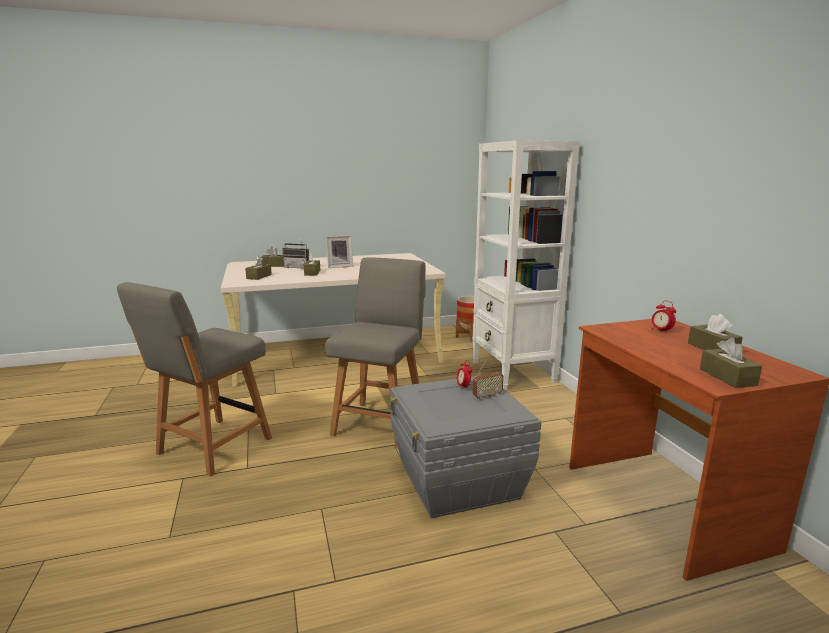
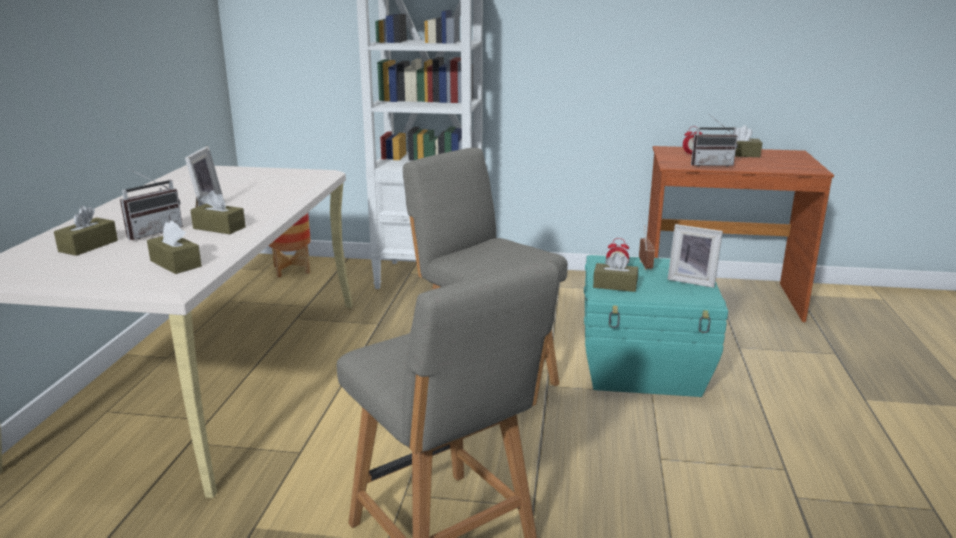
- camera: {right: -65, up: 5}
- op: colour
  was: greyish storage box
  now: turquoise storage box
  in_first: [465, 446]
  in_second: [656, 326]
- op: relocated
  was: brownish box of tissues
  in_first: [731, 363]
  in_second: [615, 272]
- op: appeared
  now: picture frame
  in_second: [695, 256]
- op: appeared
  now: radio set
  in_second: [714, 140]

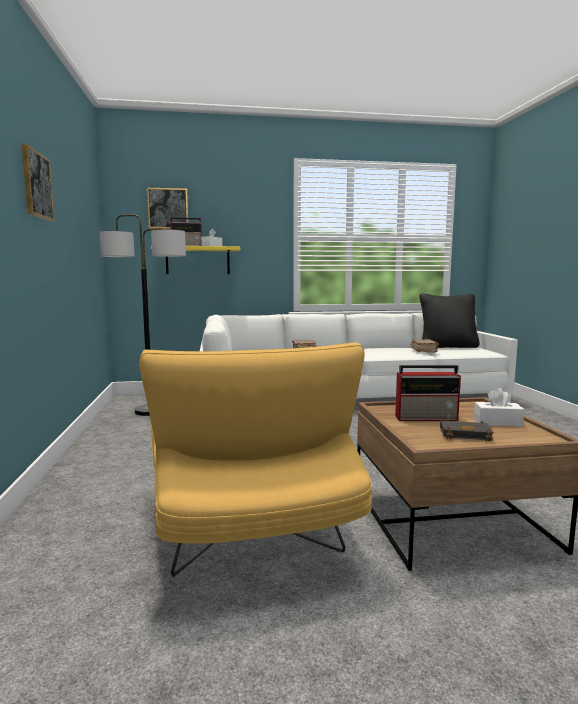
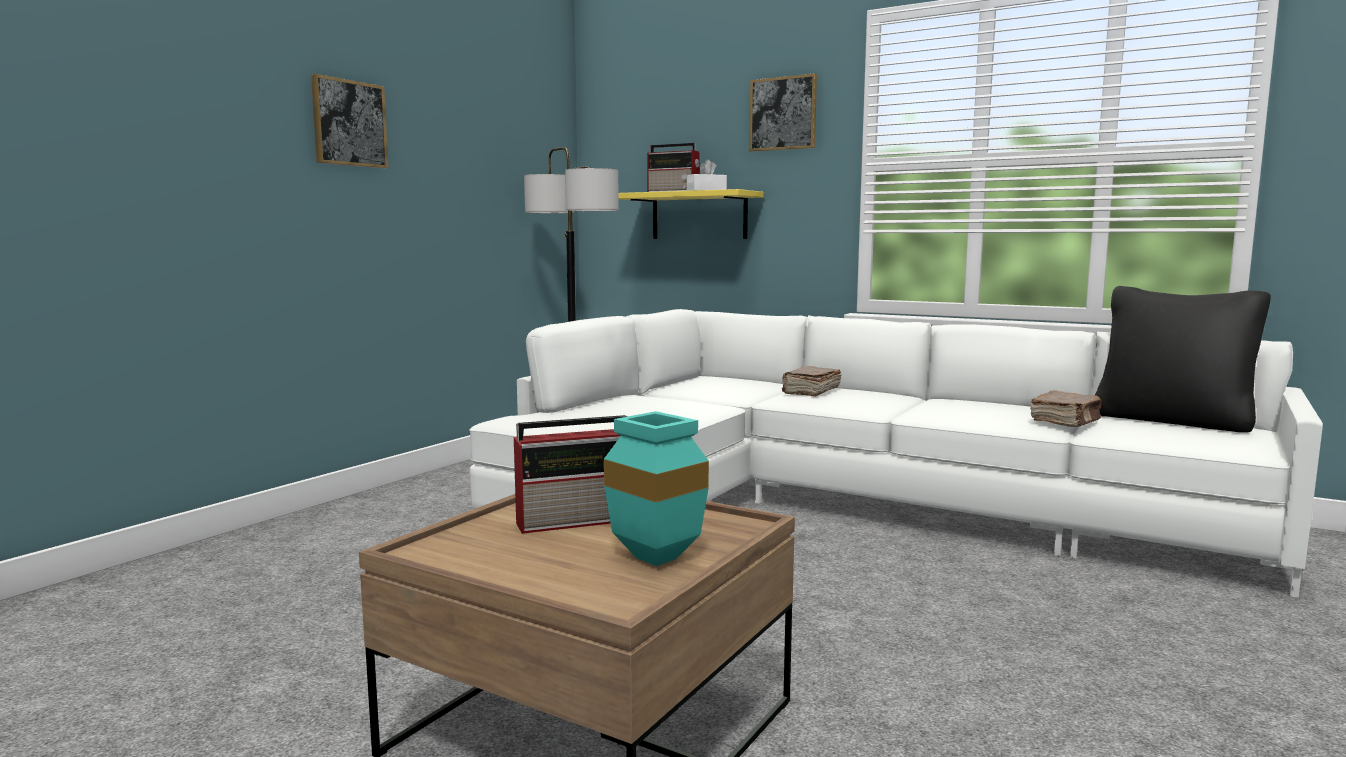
- camera: {right: 40, up: 0}
- op: missing
  was: yellow lounge chair
  in_first: [256, 459]
- op: relocated
  was: wall picture
  in_first: [167, 208]
  in_second: [783, 112]
- op: spun
  was: radio set
  in_first: [428, 393]
  in_second: [571, 474]
  clockwise: -60
- op: missing
  was: blackish volume
  in_first: [467, 429]
- op: exchanged
  was: white box of tissues
  now: turquoise decorative vase
  in_first: [499, 407]
  in_second: [656, 488]

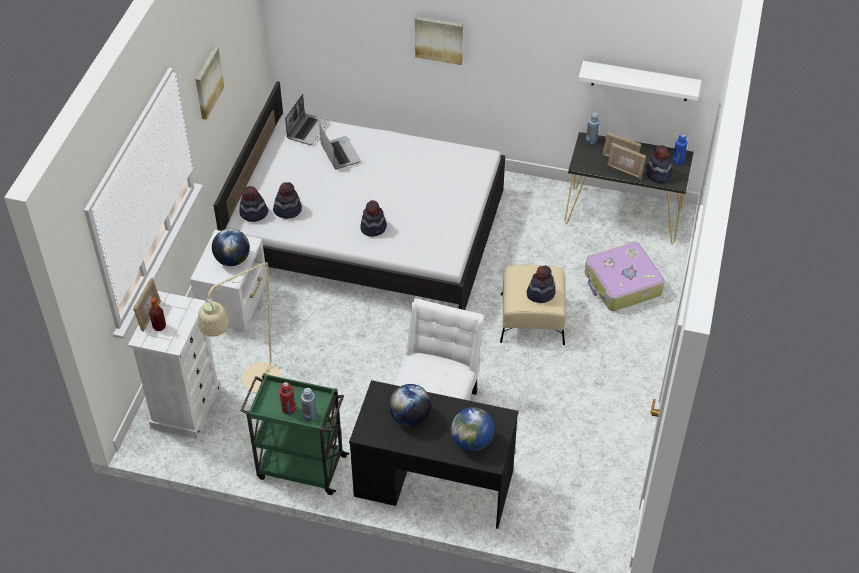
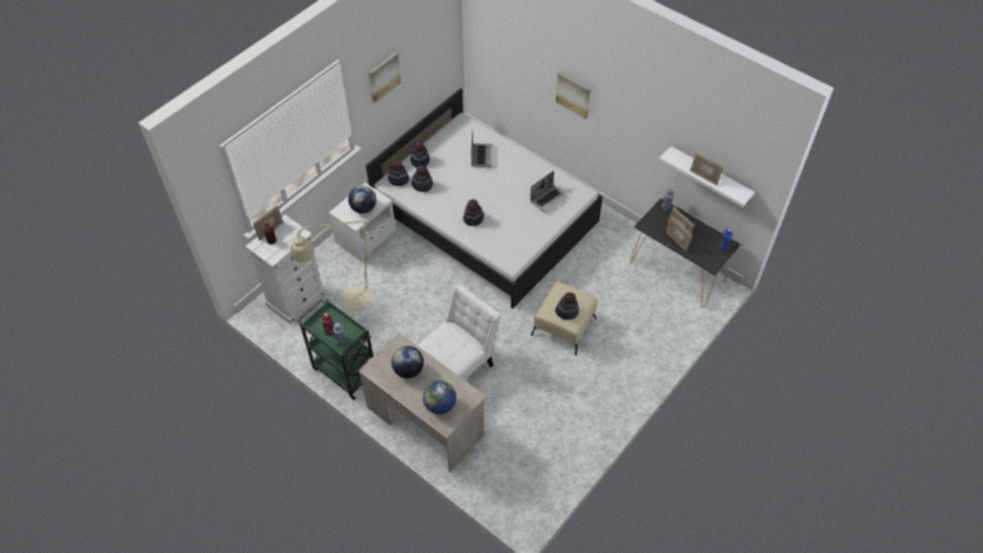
- camera: {right: 25, up: 5}
- op: relocated
  was: notebook computer
  in_first: [307, 119]
  in_second: [549, 192]
- op: colour
  was: blackish desk table
  now: beige-coloured desk table
  in_first: [434, 454]
  in_second: [422, 402]
- op: missing
  was: travel case
  in_first: [625, 276]
- op: relocated
  was: wearable hat
  in_first: [659, 164]
  in_second: [420, 154]
- op: appeared
  now: picture frame
  in_second: [707, 168]

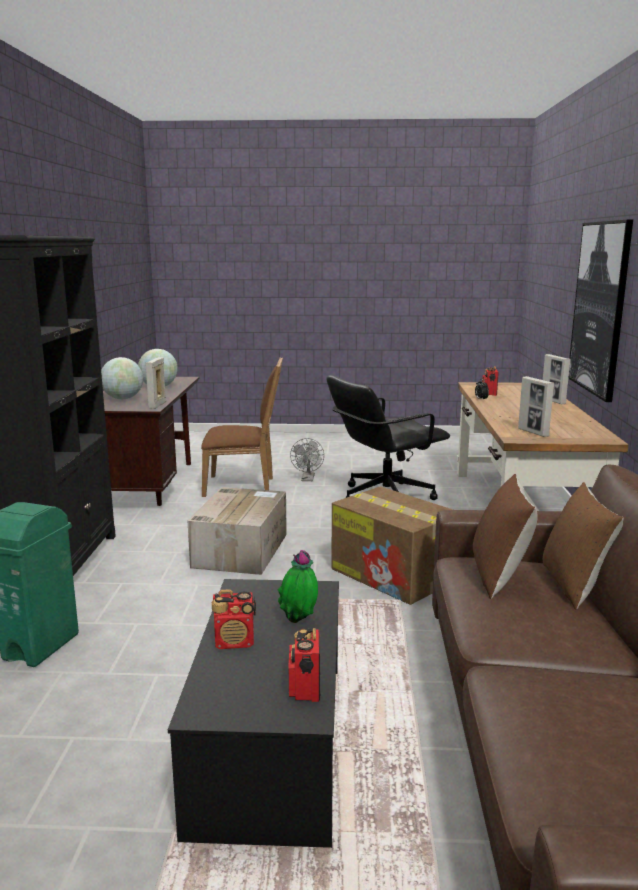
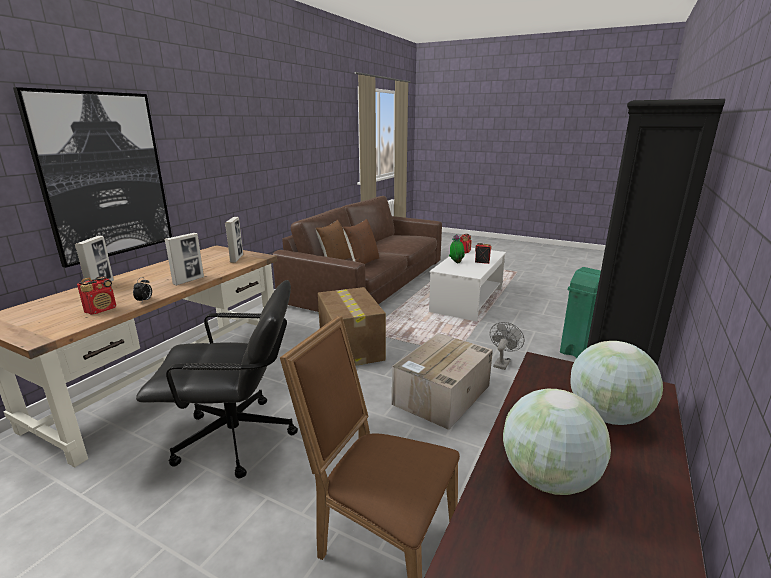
- camera: {right: -155, up: 5}
- op: relocated
  was: picture frame
  in_first: [155, 383]
  in_second: [184, 259]
- op: colour
  was: blackish lounge table
  now: white lounge table
  in_first: [253, 713]
  in_second: [467, 284]
- op: relocated
  was: greyish electric fan
  in_first: [307, 459]
  in_second: [507, 346]

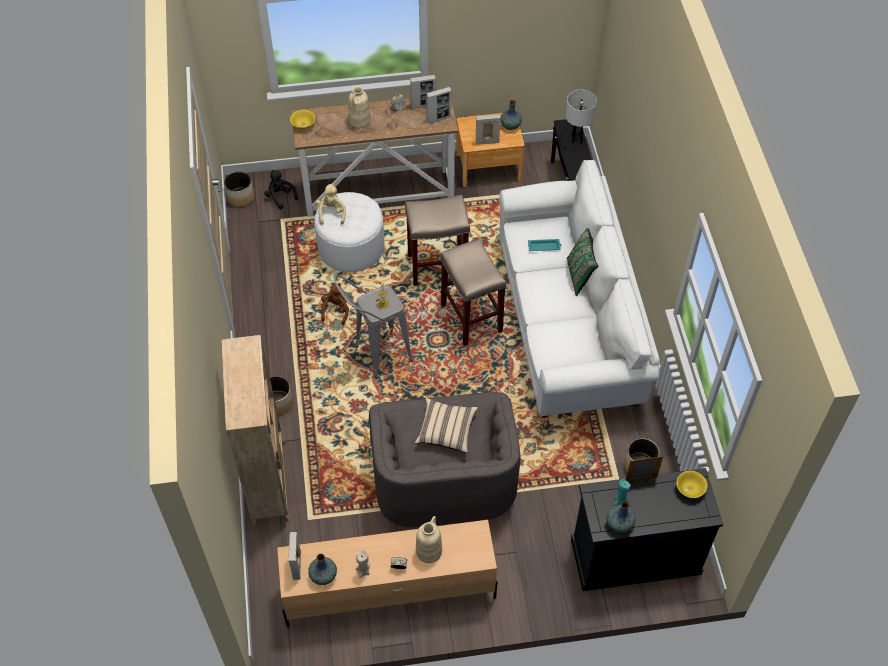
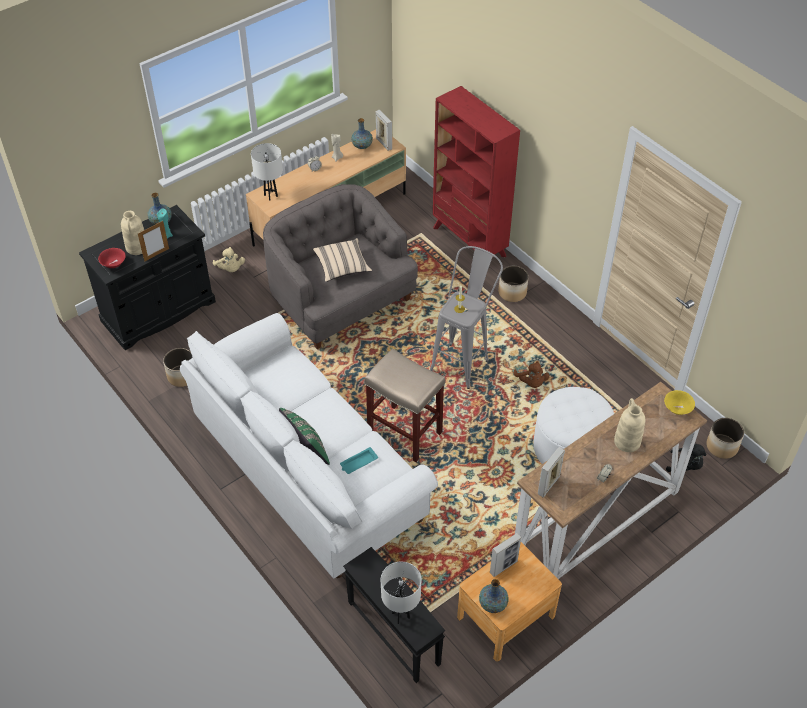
- camera: {right: 150, up: -5}
- op: colour
  was: beige-coloured shelving unit
  now: red shelving unit
  in_first: [256, 430]
  in_second: [476, 171]
- op: relocated
  was: beige-coloured soft toy
  in_first: [330, 204]
  in_second: [229, 259]
- op: missing
  was: beige-coloured sitting stool
  in_first: [437, 240]
- op: missing
  was: picture frame
  in_first: [423, 91]
- op: relocated
  was: beige-coloured decorative vase
  in_first: [429, 539]
  in_second: [132, 233]
- op: colour
  was: yellow bowl
  now: red bowl
  in_first: [691, 484]
  in_second: [112, 258]
- op: appeared
  now: white table lamp
  in_second: [267, 172]

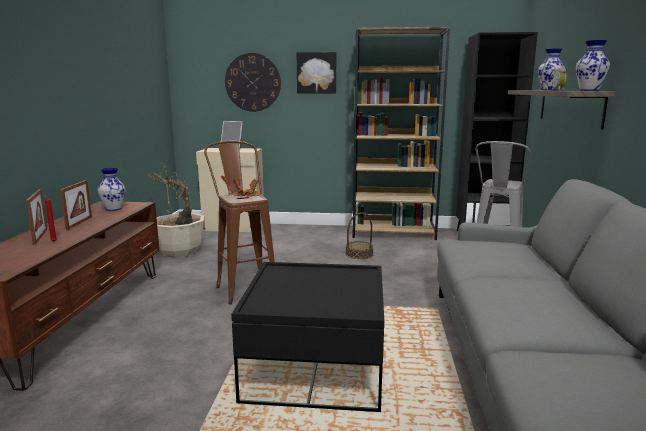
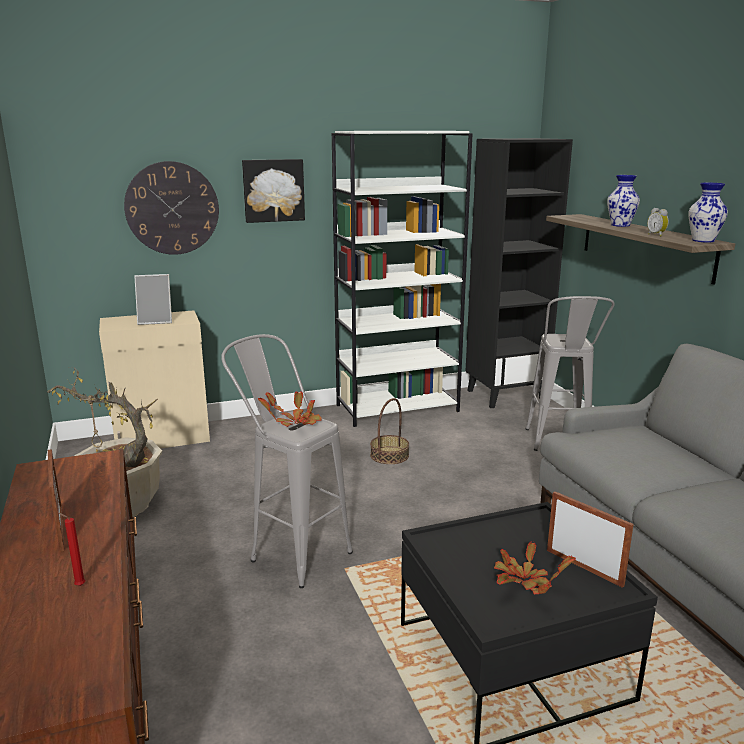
- camera: {right: -25, up: 5}
- op: relocated
  was: picture frame
  in_first: [36, 217]
  in_second: [590, 539]
- op: missing
  was: decorative vase
  in_first: [111, 189]
- op: colour
  was: brownish sitting stool
  now: greyish sitting stool
  in_first: [239, 223]
  in_second: [287, 461]
- op: colour
  was: brownish shelving unit
  now: white shelving unit
  in_first: [401, 133]
  in_second: [402, 279]
- op: appeared
  now: potted plant
  in_second: [535, 567]

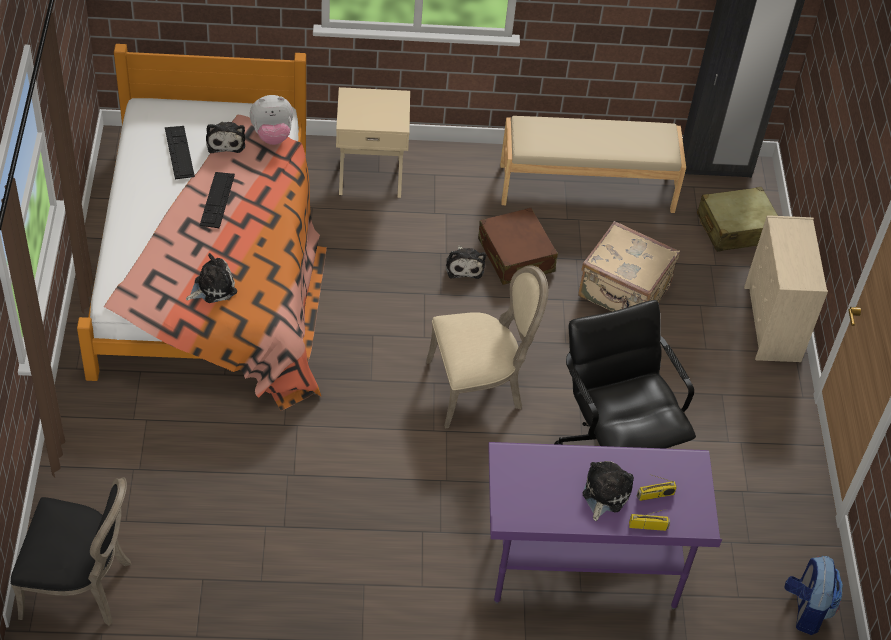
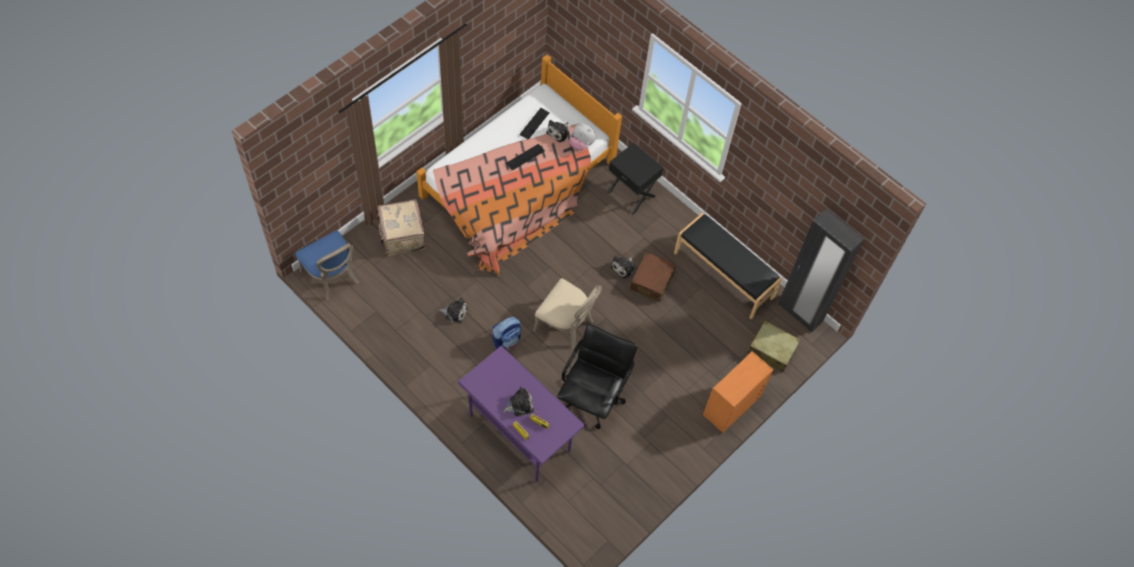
- camera: {right: 45, up: 10}
- op: colour
  was: blackish chair
  now: bluish chair
  in_first: [71, 551]
  in_second: [327, 265]
- op: relocated
  was: soft toy
  in_first: [211, 278]
  in_second: [453, 310]
- op: colour
  was: beige-coloured night table
  now: blackish night table
  in_first: [373, 142]
  in_second: [636, 179]
- op: colour
  was: beige-coloured bench
  now: blackish bench
  in_first: [593, 164]
  in_second: [728, 266]
- op: relocated
  was: beige-coloured travel case
  in_first: [629, 266]
  in_second: [401, 227]
- op: colour
  was: beige-coloured dresser
  now: orangey dresser
  in_first: [786, 288]
  in_second: [738, 392]
- op: relocated
  was: backpack
  in_first: [813, 595]
  in_second: [506, 333]

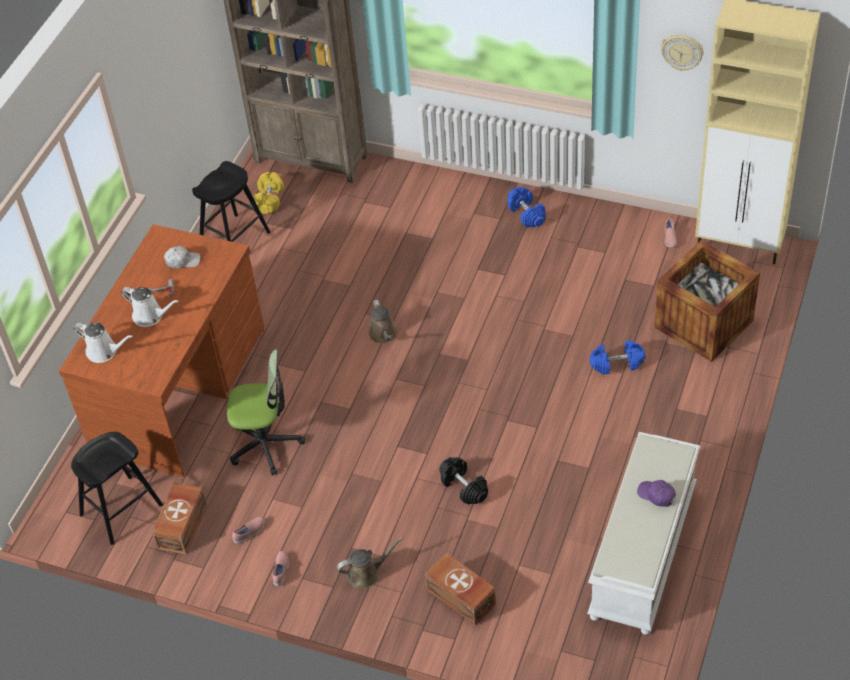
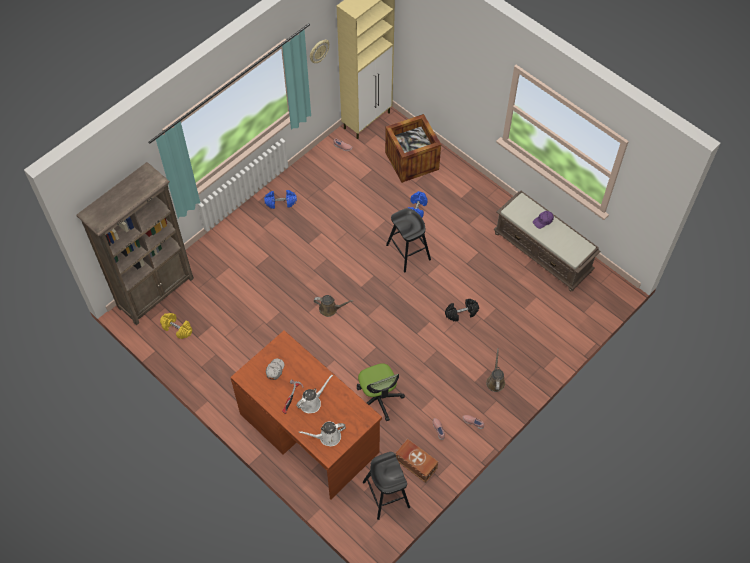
- camera: {right: -70, up: 10}
- op: spun
  was: white sprinkling can
  in_first: [103, 343]
  in_second: [322, 433]
  clockwise: -150
- op: relocated
  was: blackish sitting stool
  in_first: [231, 201]
  in_second: [408, 240]
- op: spun
  was: computer chair
  in_first: [266, 412]
  in_second: [381, 392]
  clockwise: 135
- op: missing
  was: brownish storage box
  in_first: [460, 589]
- op: colour
  was: white bench
  now: brownish bench
  in_first: [643, 533]
  in_second: [546, 241]

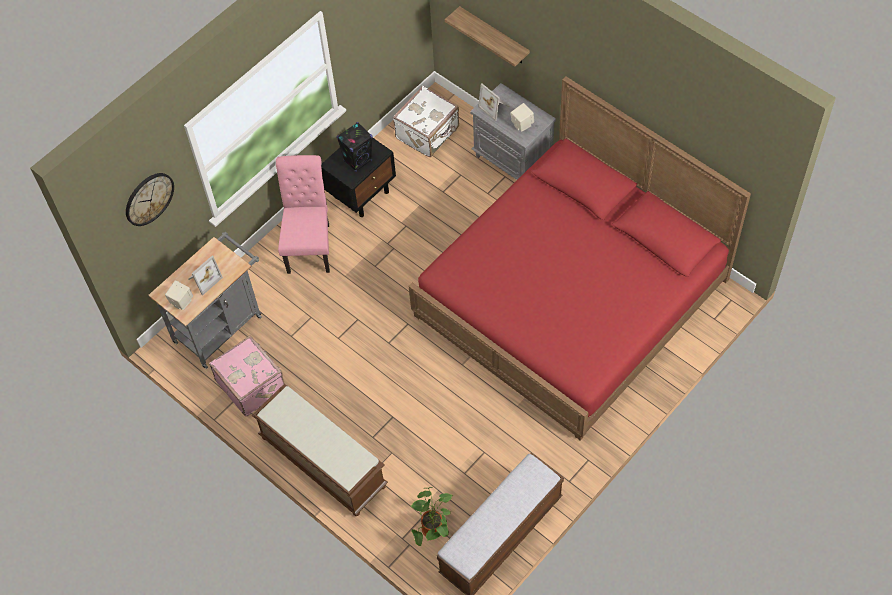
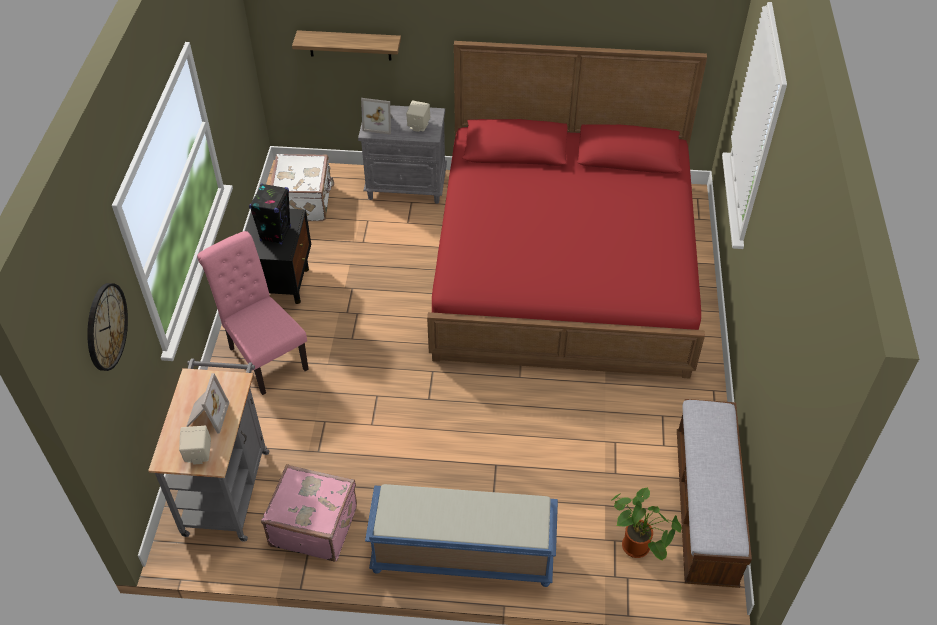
- camera: {right: -40, up: -10}
- op: colour
  was: brownish bench
  now: bluish bench
  in_first: [320, 449]
  in_second: [461, 535]

